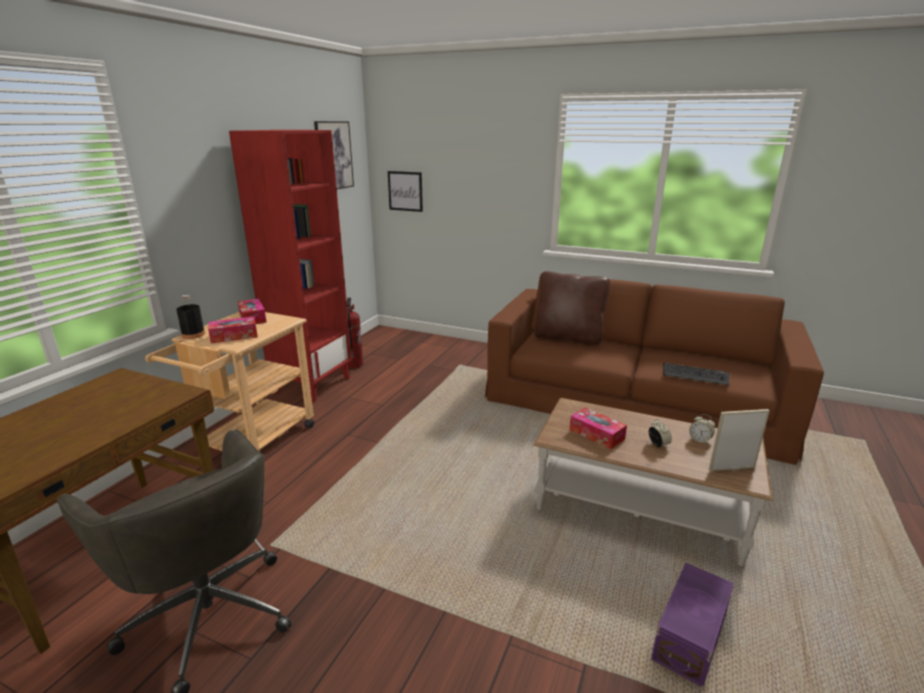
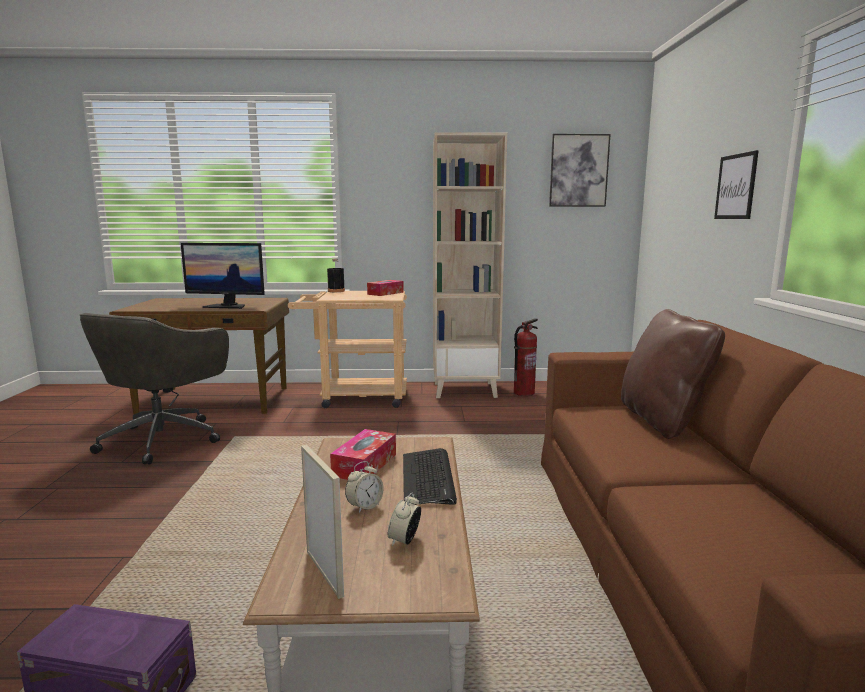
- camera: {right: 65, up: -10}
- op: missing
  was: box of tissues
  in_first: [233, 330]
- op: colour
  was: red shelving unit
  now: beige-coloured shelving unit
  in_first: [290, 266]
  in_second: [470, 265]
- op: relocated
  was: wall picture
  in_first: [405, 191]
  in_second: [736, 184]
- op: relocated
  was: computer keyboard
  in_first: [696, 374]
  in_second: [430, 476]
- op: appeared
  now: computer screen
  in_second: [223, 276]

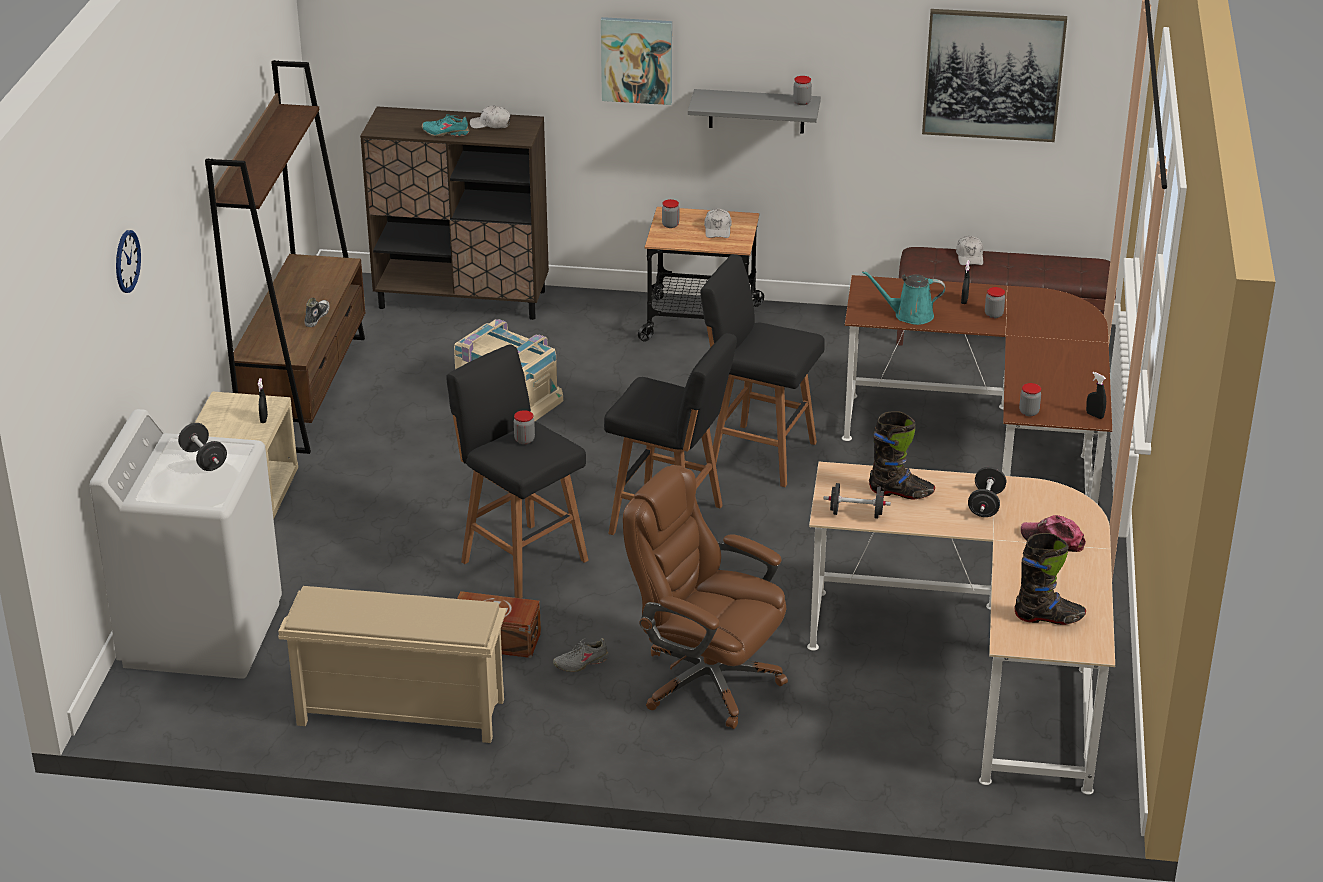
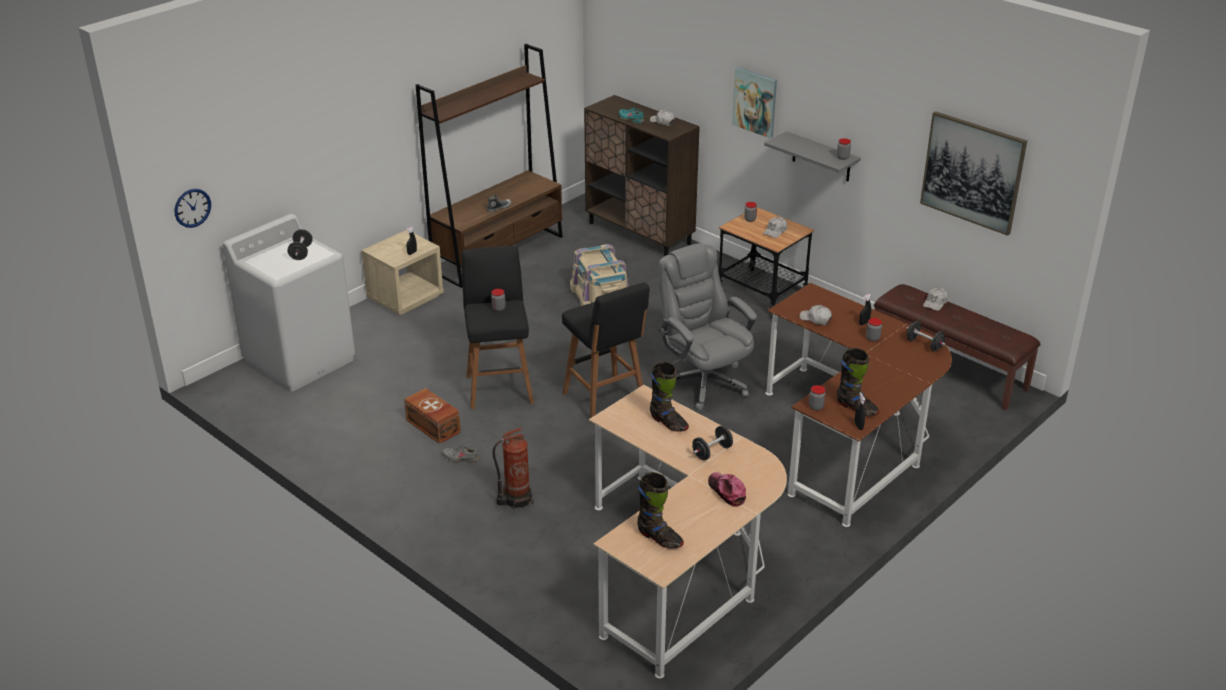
- camera: {right: 35, up: 0}
- op: relocated
  was: clock on the wall
  in_first: [128, 261]
  in_second: [192, 208]
- op: missing
  was: beige-coloured shoe rack
  in_first: [392, 664]
- op: exchanged
  was: brownish computer chair
  now: fire-fighting cylinder
  in_first: [705, 597]
  in_second: [513, 468]
- op: exchanged
  was: blackish sitting stool
  now: greyish computer chair
  in_first: [763, 370]
  in_second: [707, 326]
- op: relocated
  was: blackish dumbbell
  in_first: [857, 501]
  in_second: [925, 336]
- op: exchanged
  was: turquoise sprinkling can
  now: white baseball cap
  in_first: [903, 298]
  in_second: [815, 315]
- op: appeared
  now: blackish high-top boot
  in_second: [858, 382]

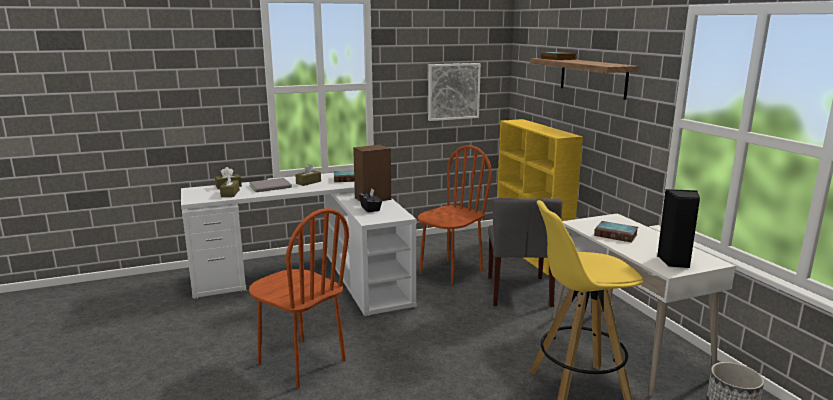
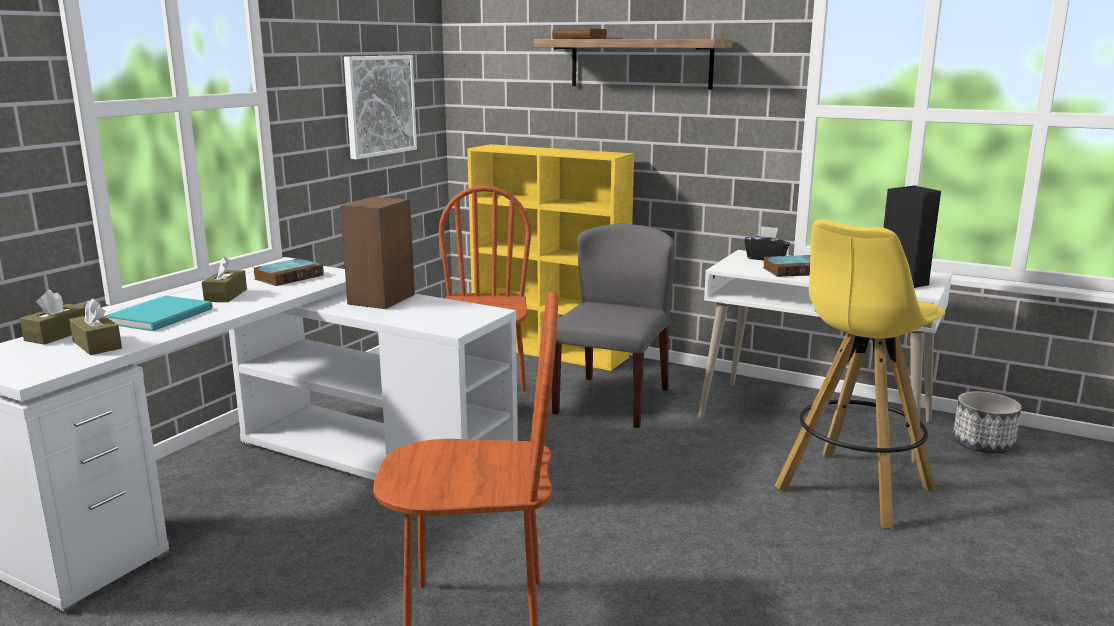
- camera: {right: -40, up: 0}
- op: colour
  was: greyish volume
  now: turquoise volume
  in_first: [270, 185]
  in_second: [159, 313]
- op: relocated
  was: blackish box of tissues
  in_first: [370, 200]
  in_second: [767, 243]
- op: spun
  was: greyish chair
  in_first: [525, 252]
  in_second: [613, 326]
  clockwise: -120

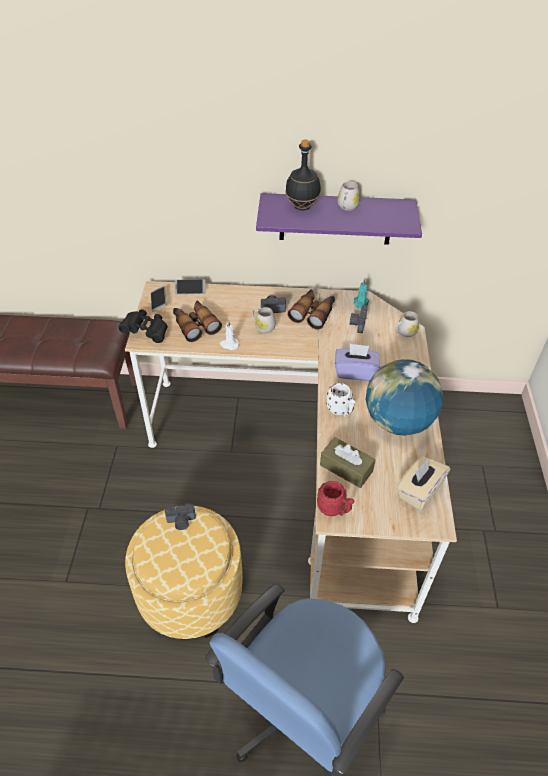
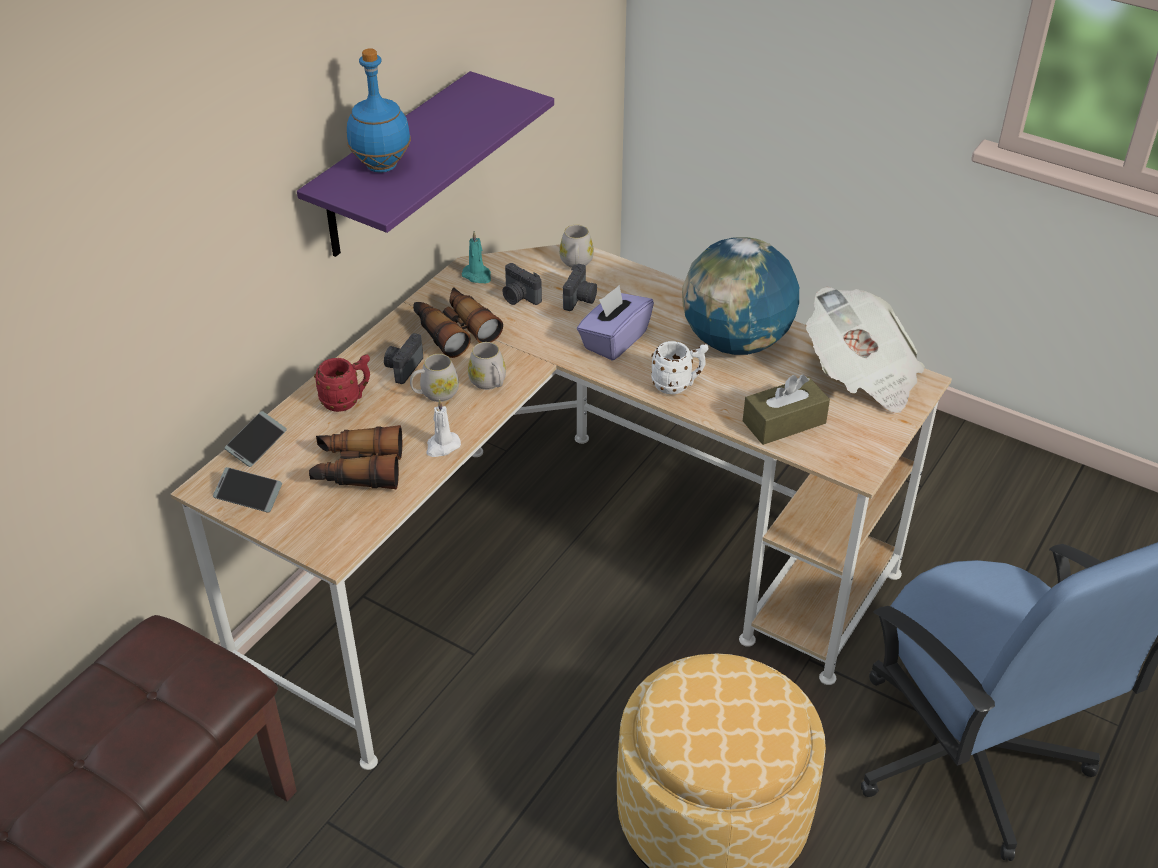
- camera: {right: -60, up: -5}
- op: missing
  was: blackish field glasses
  in_first: [143, 326]
- op: relocated
  was: still camera
  in_first: [180, 517]
  in_second: [580, 287]
- op: colour
  was: blackish drink bottle
  now: bluish drink bottle
  in_first: [303, 174]
  in_second: [379, 110]
- op: relocated
  was: red tea mug
  in_first: [335, 498]
  in_second: [342, 383]
- op: relocated
  was: white tea mug
  in_first: [349, 196]
  in_second: [487, 366]
- op: exchanged
  was: beige-coloured box of tissues
  now: daily paper
  in_first: [423, 483]
  in_second: [865, 350]

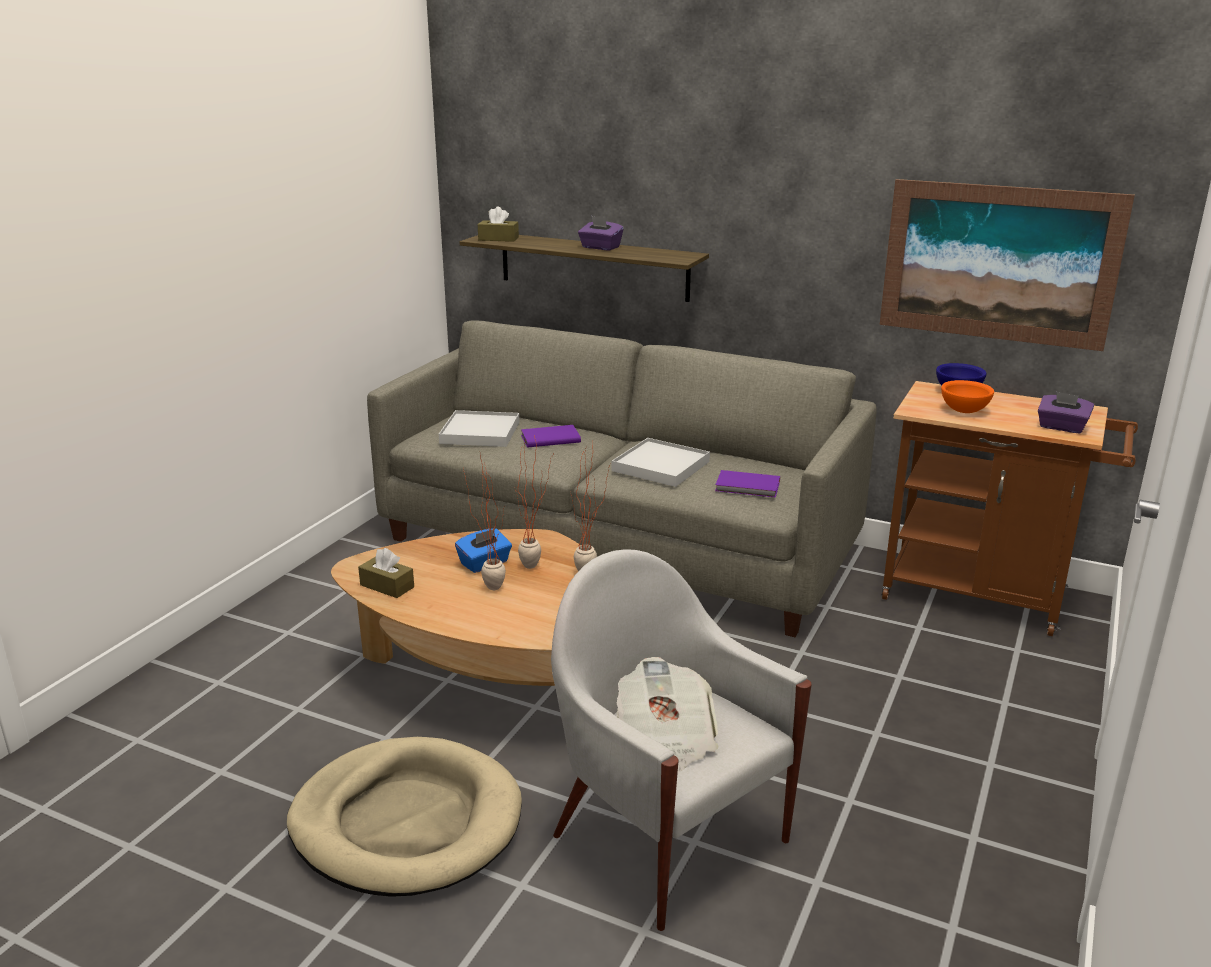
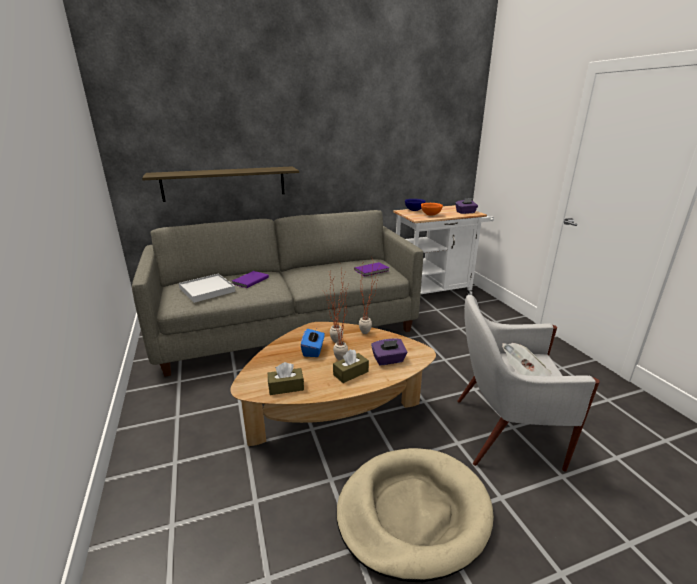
- camera: {right: -45, up: 0}
- op: relocated
  was: brownish box of tissues
  in_first: [498, 224]
  in_second: [351, 366]
- op: relocated
  was: purple box of tissues
  in_first: [601, 233]
  in_second: [389, 351]
- op: missing
  was: white serving tray
  in_first: [661, 462]
- op: missing
  was: wall picture
  in_first: [1007, 265]
- op: colour
  was: brownish trolley
  now: white trolley
  in_first: [1010, 508]
  in_second: [443, 250]

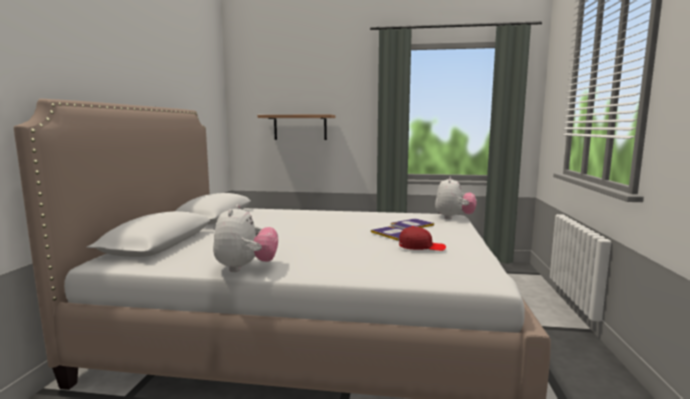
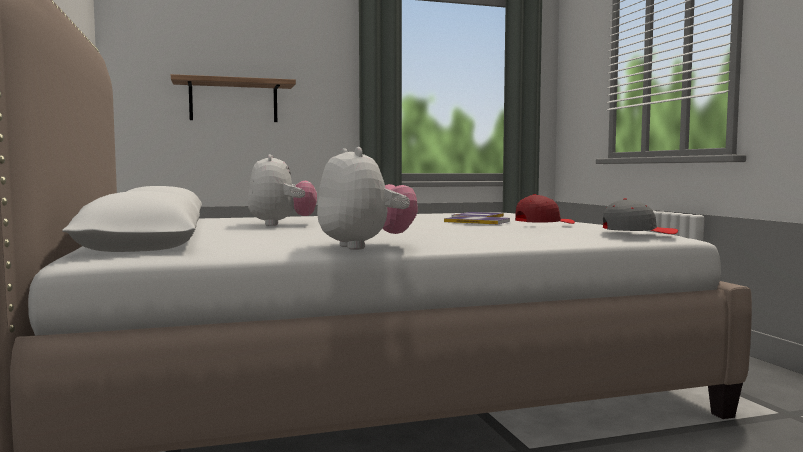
- camera: {right: -25, up: -5}
- op: relocated
  was: soft toy
  in_first: [456, 198]
  in_second: [282, 190]
- op: appeared
  now: greyish baseball cap
  in_second: [640, 216]

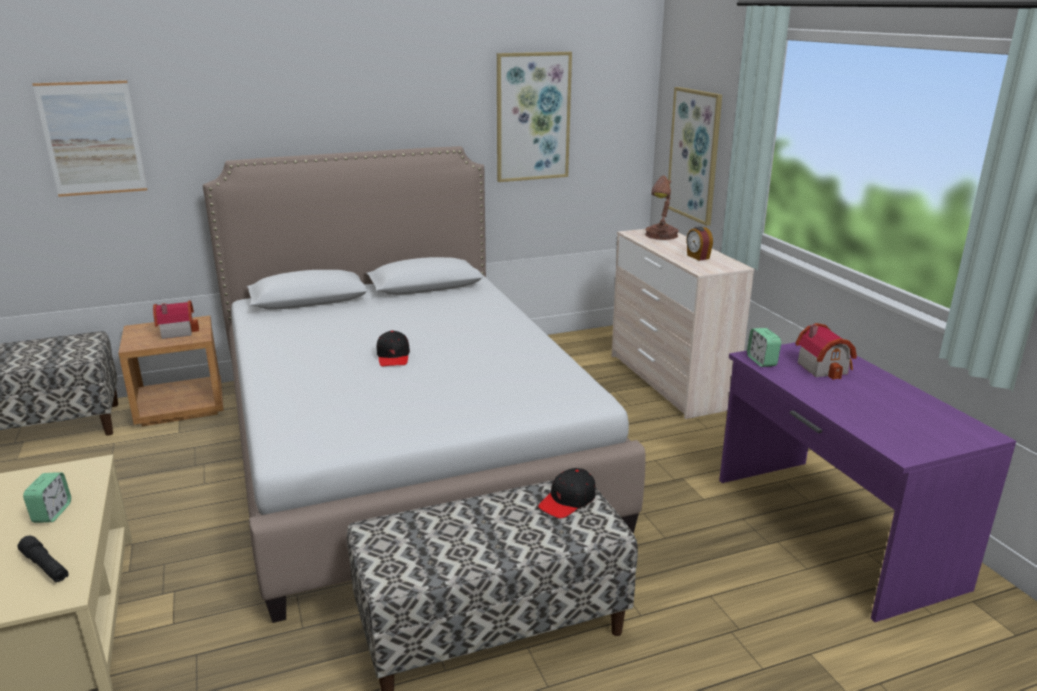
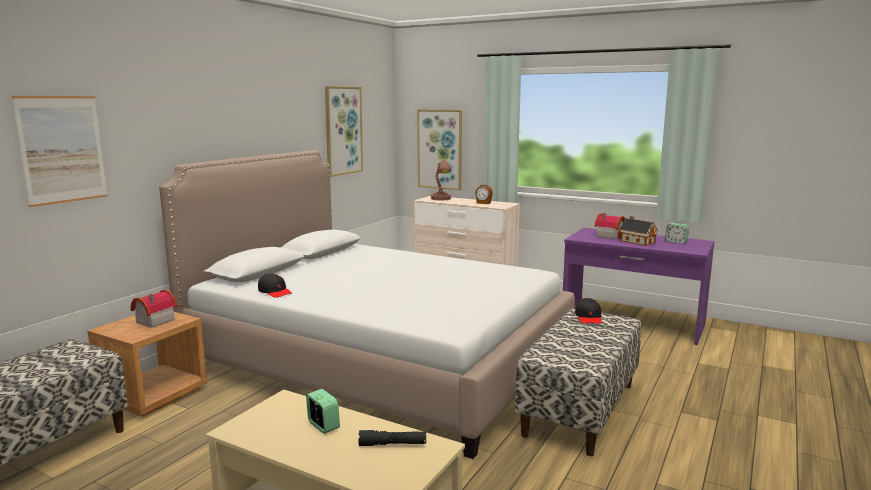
- camera: {right: -40, up: -10}
- op: relocated
  was: blackish baseball cap
  in_first: [393, 348]
  in_second: [275, 285]
- op: relocated
  was: table clock
  in_first: [764, 347]
  in_second: [677, 233]
- op: appeared
  now: miniature house
  in_second: [639, 231]

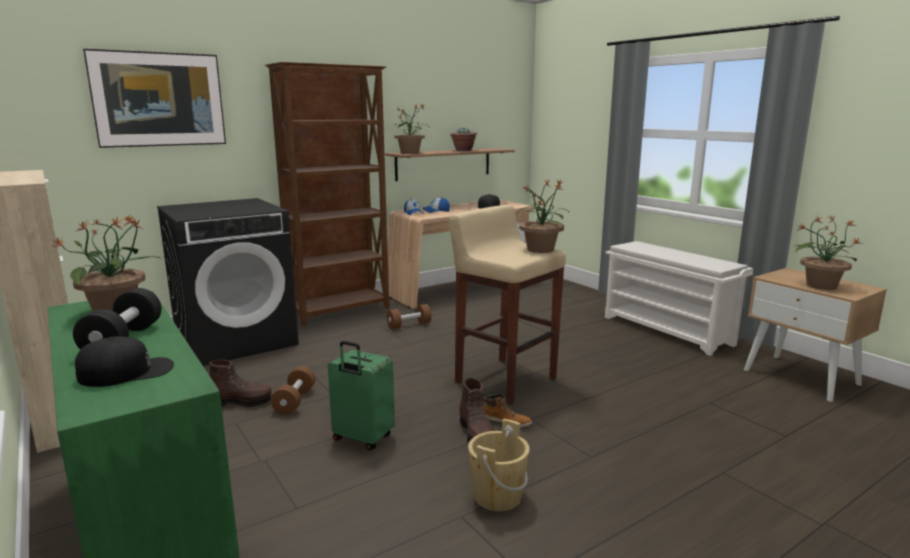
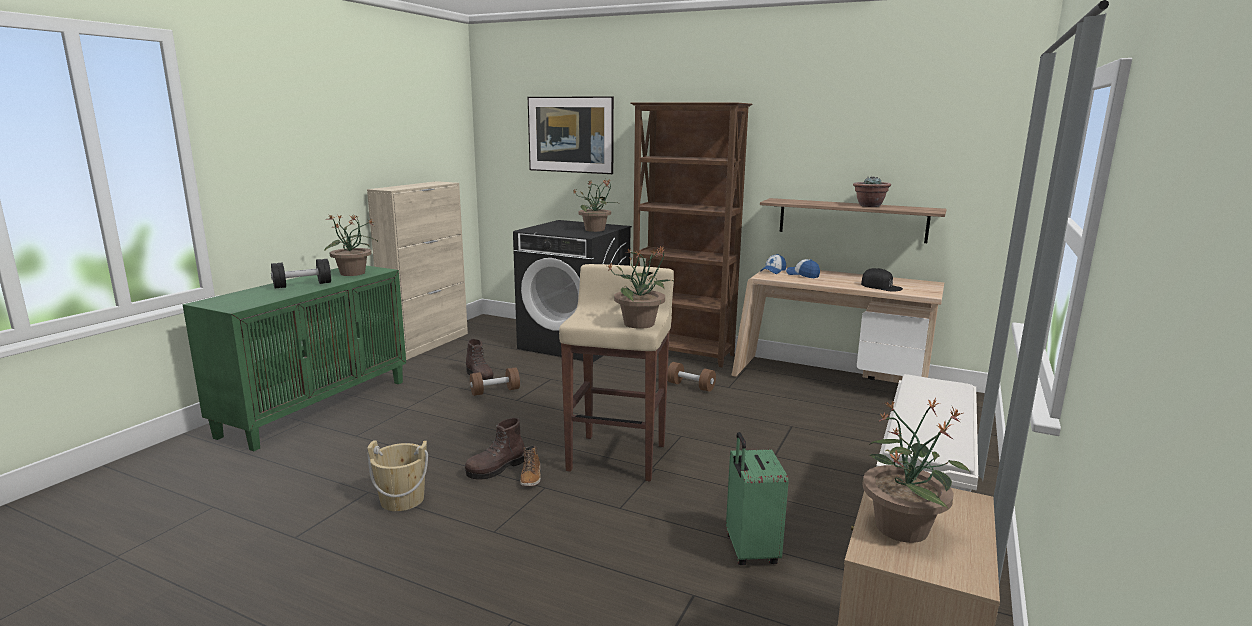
- camera: {right: 60, up: 0}
- op: missing
  was: blackish baseball cap
  in_first: [124, 361]
- op: relocated
  was: green travel case
  in_first: [361, 395]
  in_second: [757, 498]
- op: relocated
  was: potted plant
  in_first: [411, 129]
  in_second: [594, 205]

